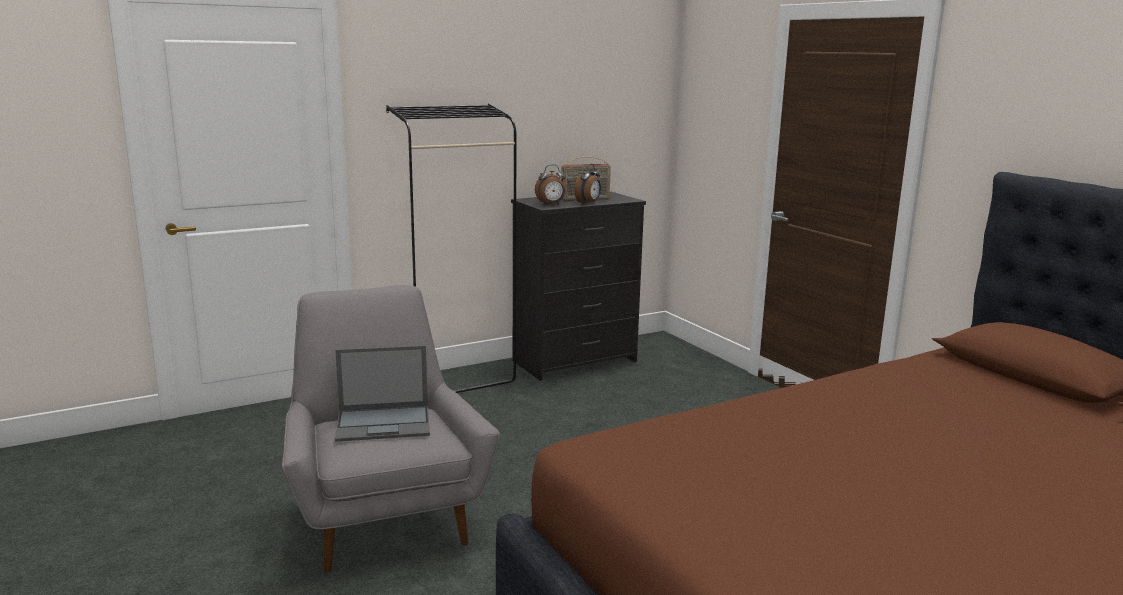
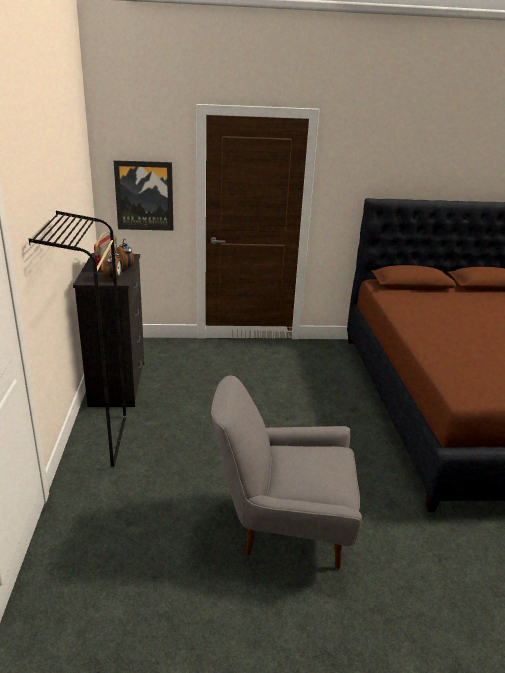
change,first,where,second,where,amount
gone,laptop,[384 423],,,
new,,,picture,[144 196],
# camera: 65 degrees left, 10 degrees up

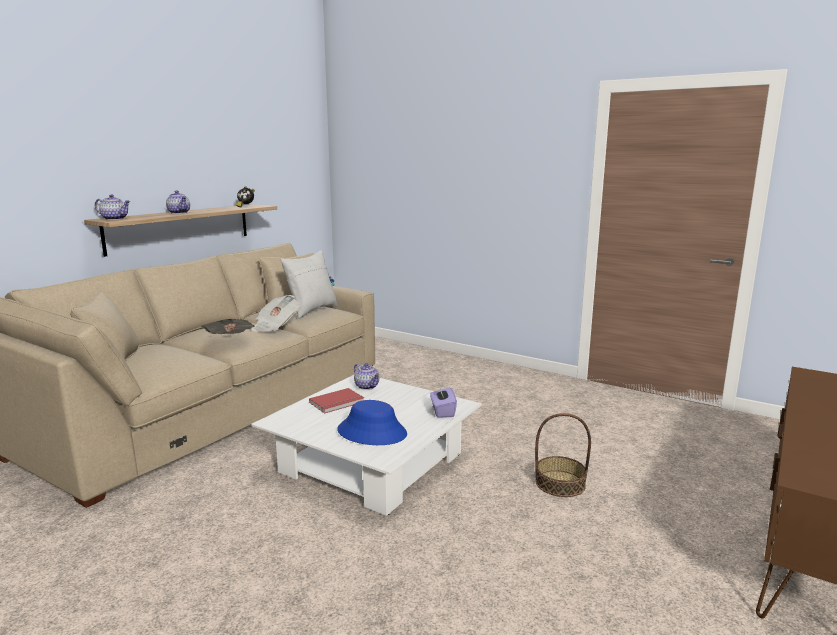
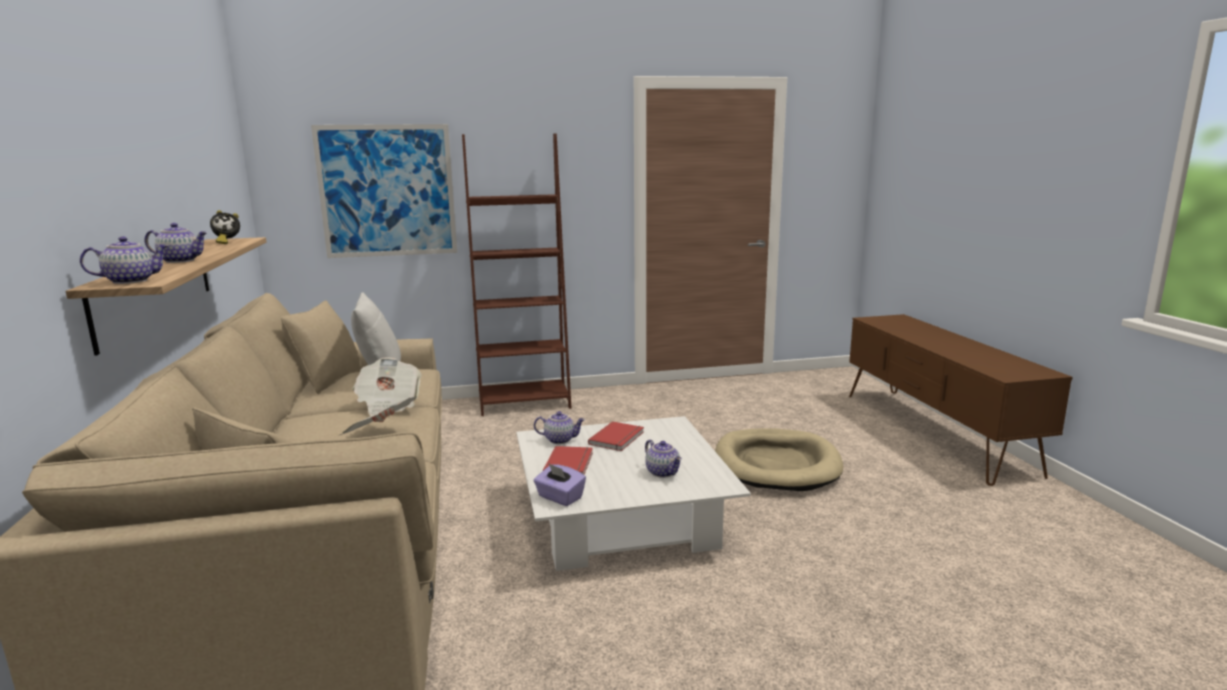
change,first,where,second,where,amount
swapped,blue hat,[372 432],teapot,[663 472],
shifted,purple tissue box,[442 412],,[559 497],
swapped,basket,[560 483],beige dog bed,[776 464],
new,,,picture,[387 191],
new,,,brown bookcase,[524 403],
new,,,red book,[618 438],
# camera: 45 degrees left, 0 degrees up

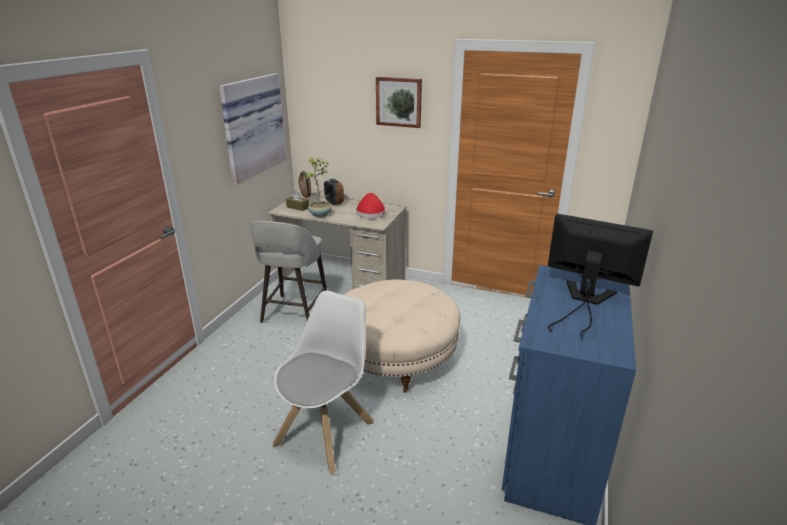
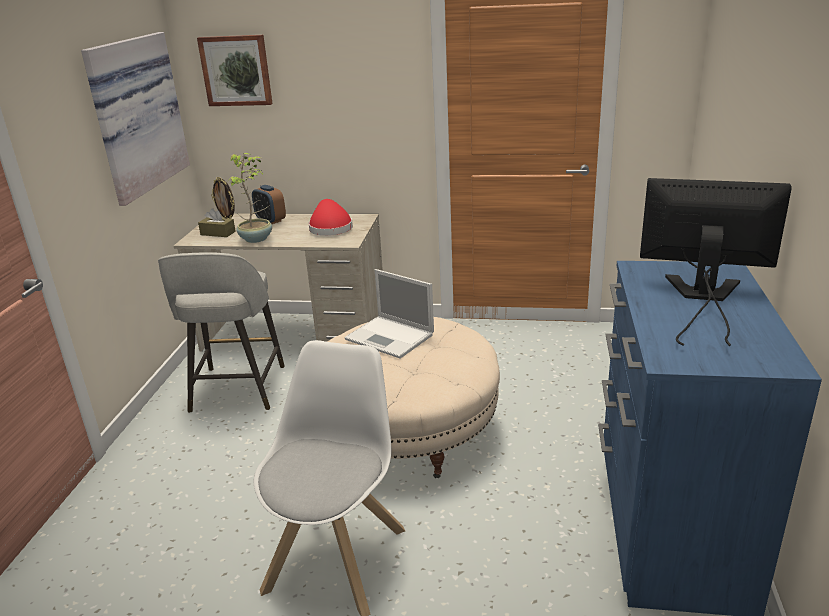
change,first,where,second,where,amount
shifted,picture,[399 102],,[236 70],
new,,,laptop,[391 337],
# camera: 10 degrees left, 0 degrees up

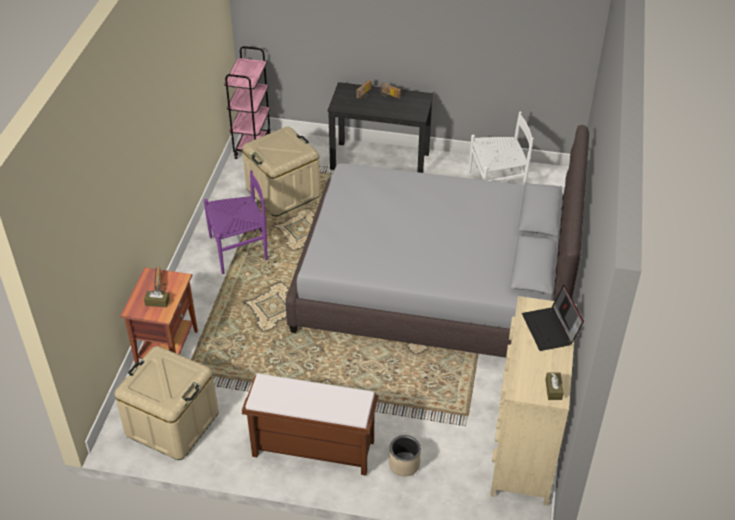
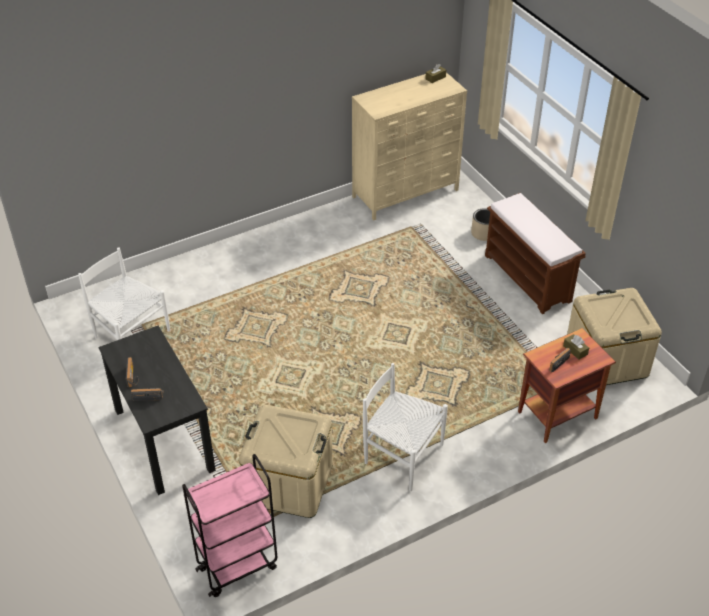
change,first,where,second,where,amount
repainted,purple chair,[239 250],white chair,[402 455],
gone,grey bed,[434 287],,,
gone,laptop,[550 329],,,
# camera: 130 degrees left, 0 degrees up

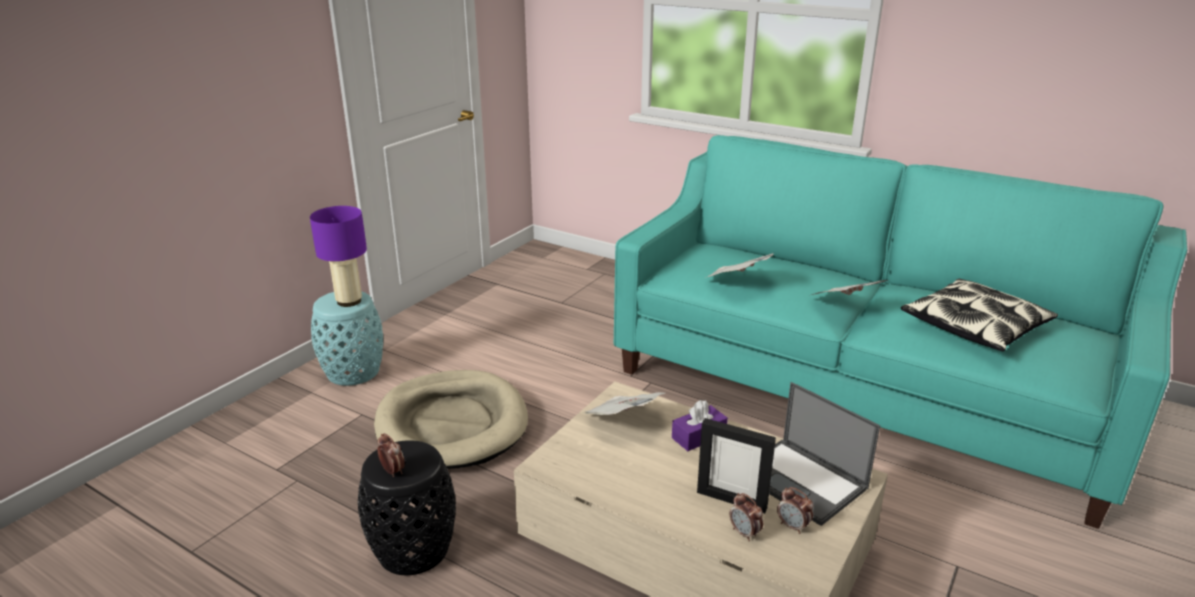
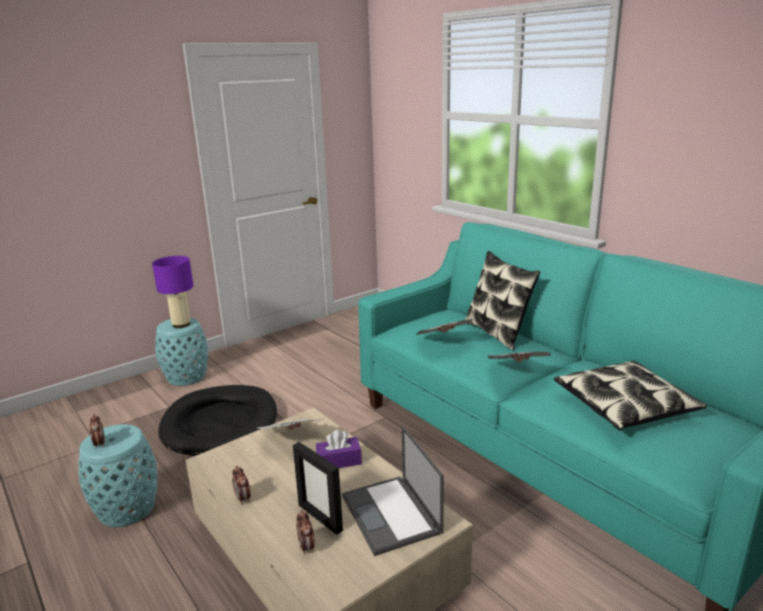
change,first,where,second,where,amount
repainted,black stool,[413 550],turquoise stool,[127 509],
repainted,beige dog bed,[452 424],black dog bed,[220 424],
shifted,alarm clock,[793 526],,[243 498],
new,,,pillow,[498 333],
# camera: 20 degrees right, 5 degrees down

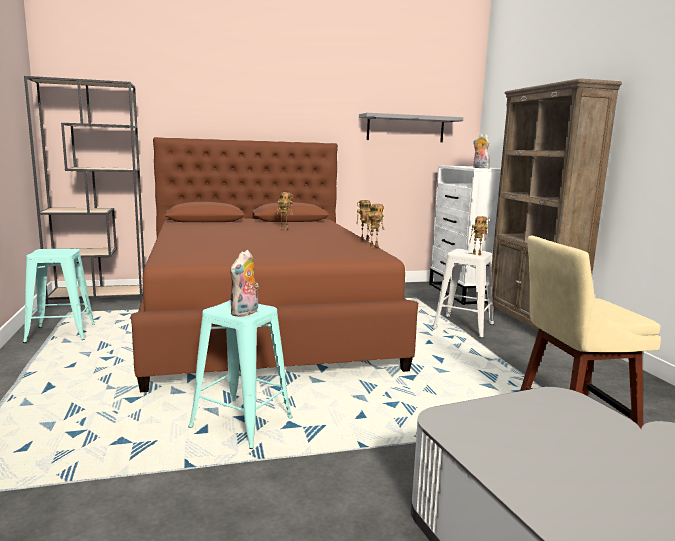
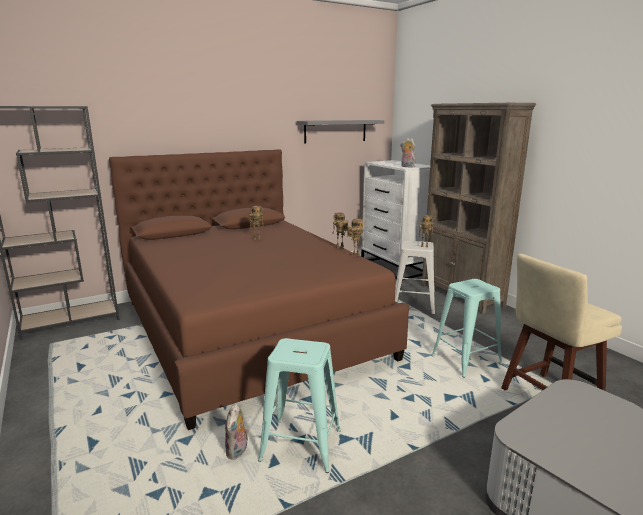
change,first,where,second,where,amount
shifted,turquoise stool,[61 333],,[466 360],
shifted,plush toy,[245 313],,[238 452],
# camera: 15 degrees left, 5 degrees up

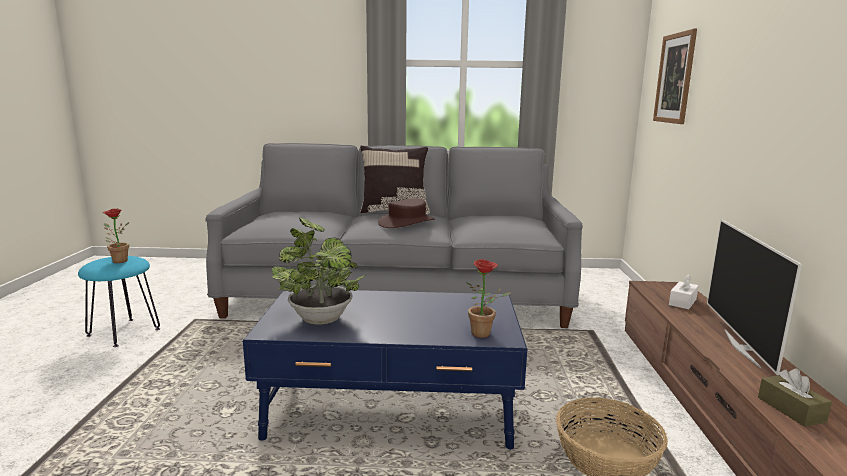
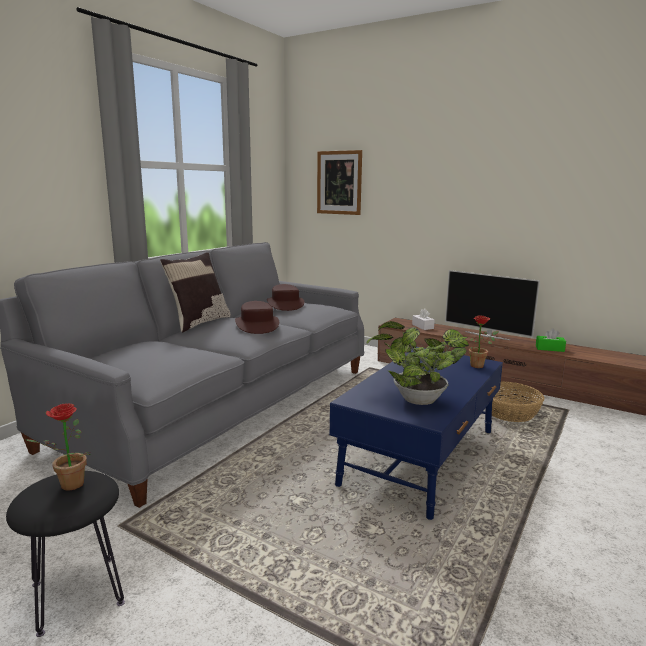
change,first,where,second,where,amount
repainted,turquoise stool,[124 332],black stool,[78 593],
repainted,brown tissue box,[791 409],green tissue box,[549 348],
new,,,brown hat,[285 304],
# camera: 60 degrees left, 0 degrees up

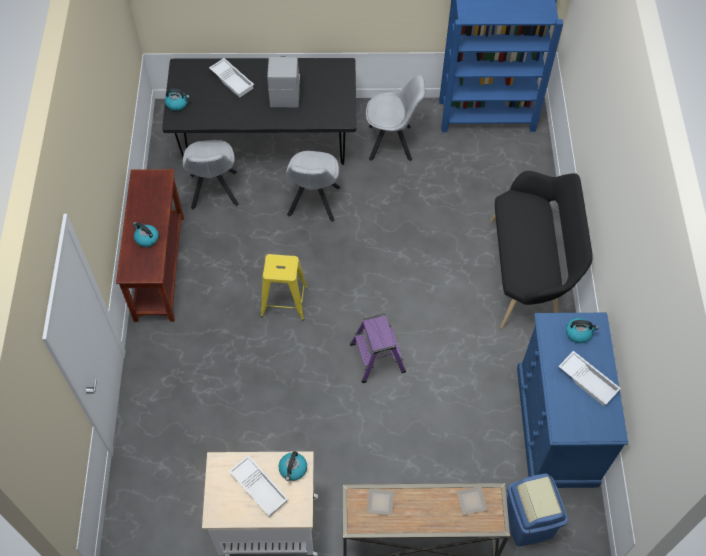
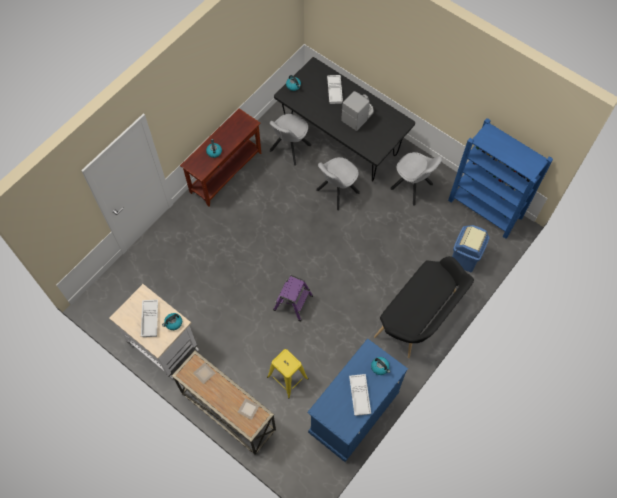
change,first,where,second,where,amount
shifted,yellow stool,[284 301],,[287 378],
shifted,blue trash can,[528 521],,[465 258],
# camera: 40 degrees right, 5 degrees up

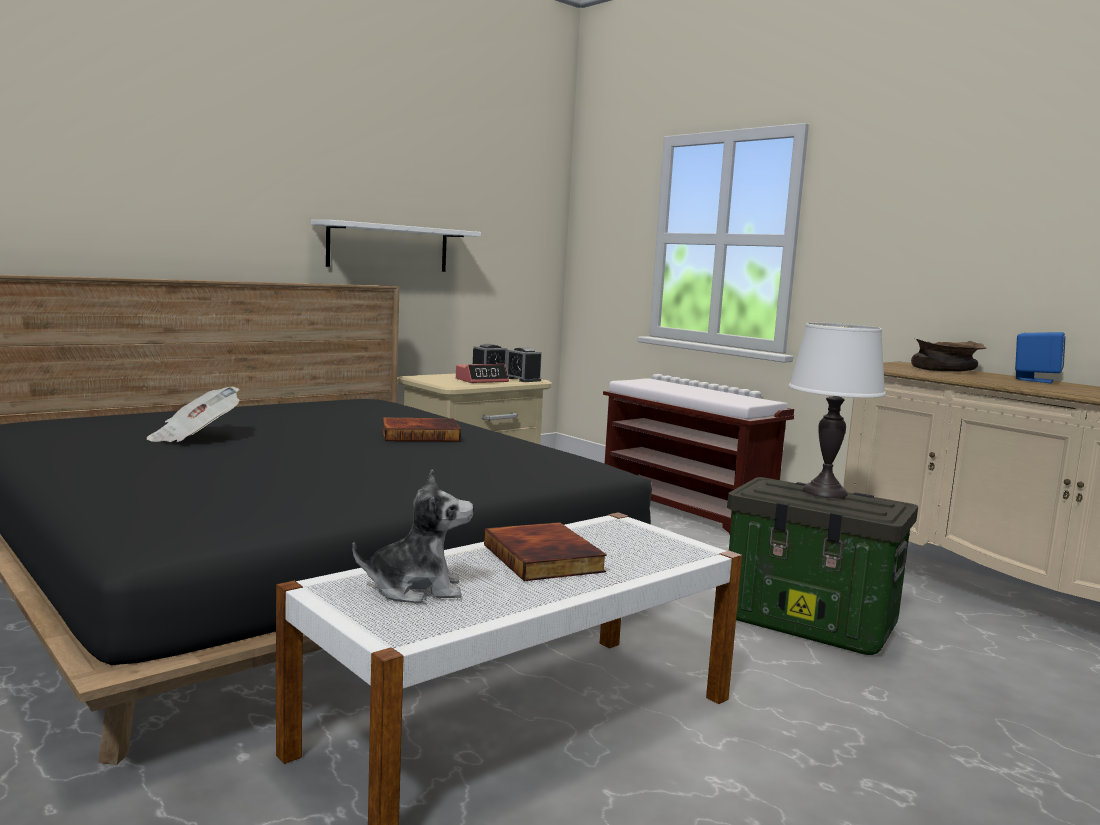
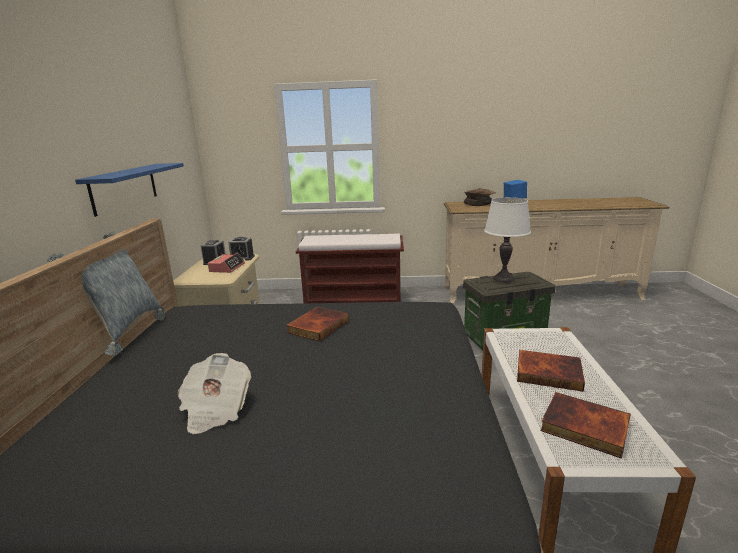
change,first,where,second,where,amount
repainted,white shelf,[388 247],blue shelf,[124 188],
swapped,plush toy,[416 589],book,[583 427],
new,,,pillow,[125 337],
# camera: 45 degrees left, 10 degrees up

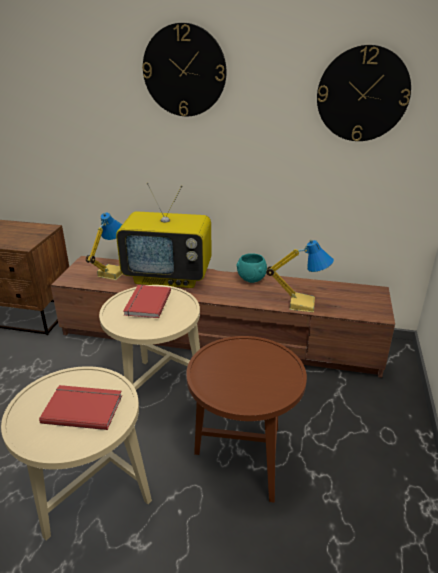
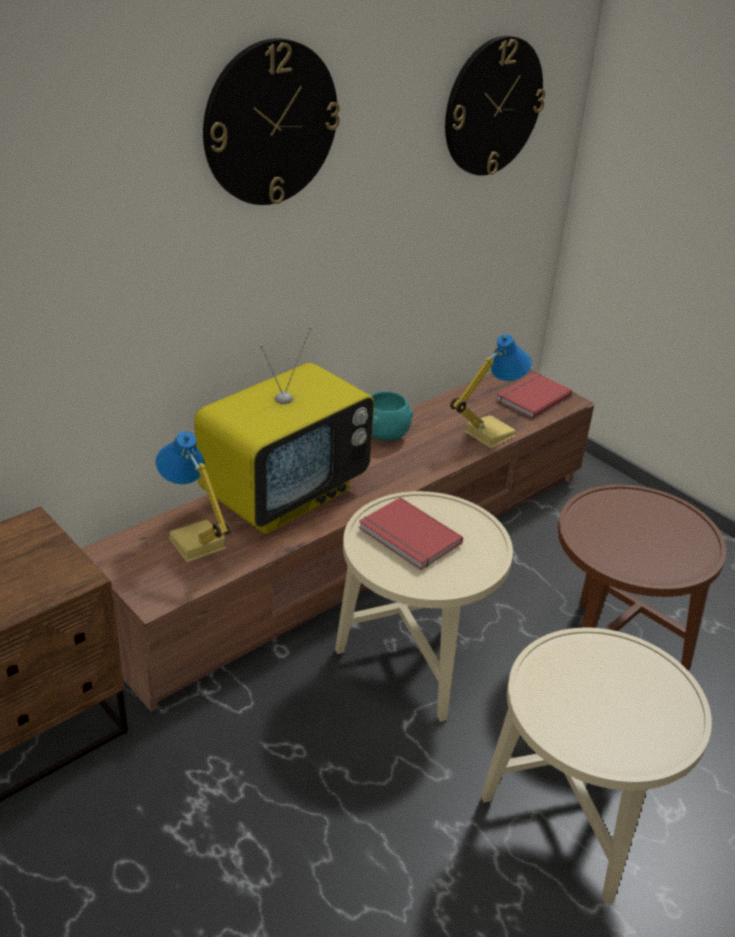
change,first,where,second,where,amount
shifted,red book,[83 407],,[531 397],
# camera: 55 degrees left, 5 degrees up

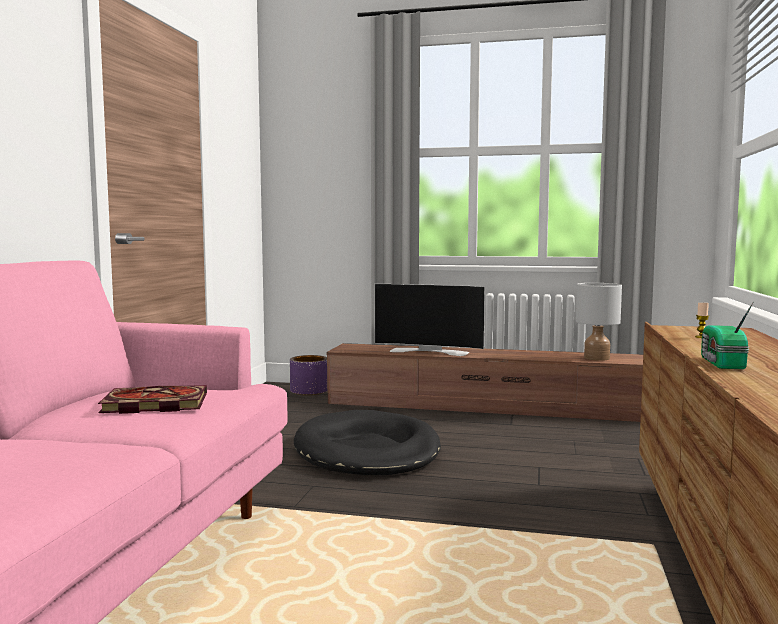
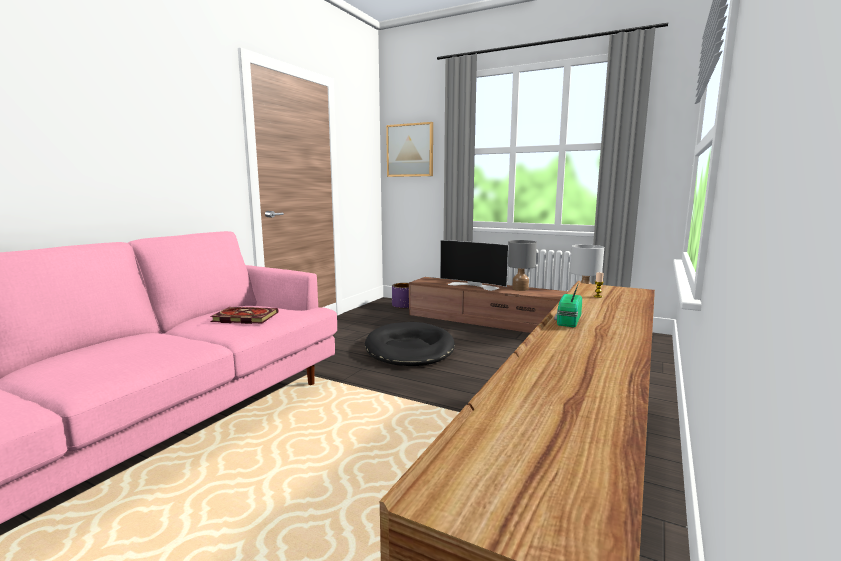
change,first,where,second,where,amount
new,,,picture,[410 150],
new,,,grey table lamp,[520 289],
# camera: 15 degrees right, 5 degrees up

